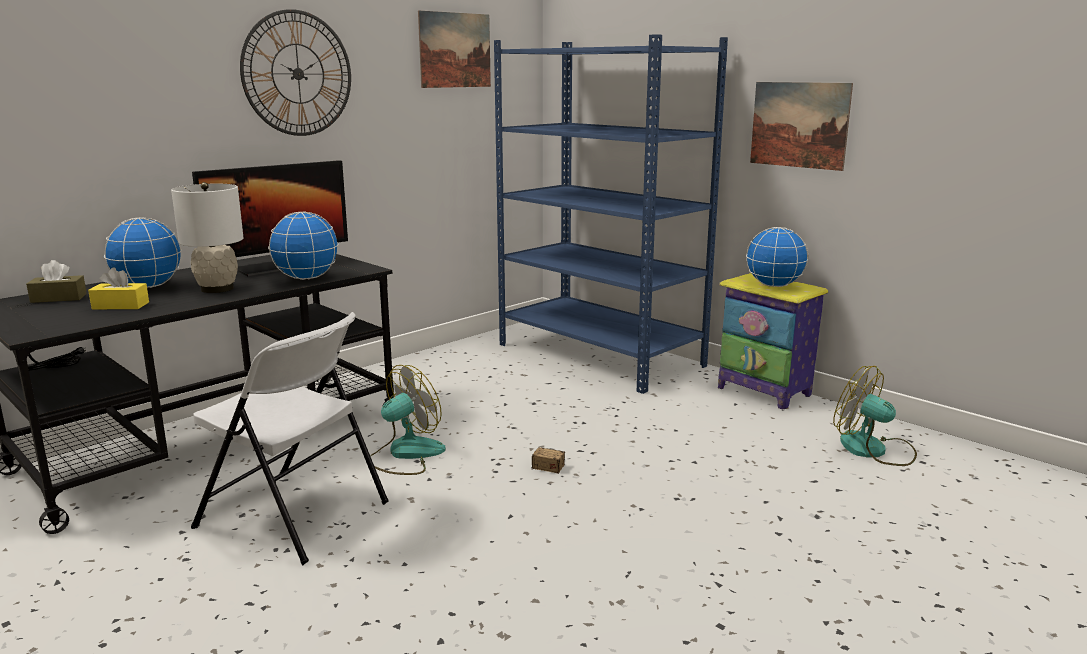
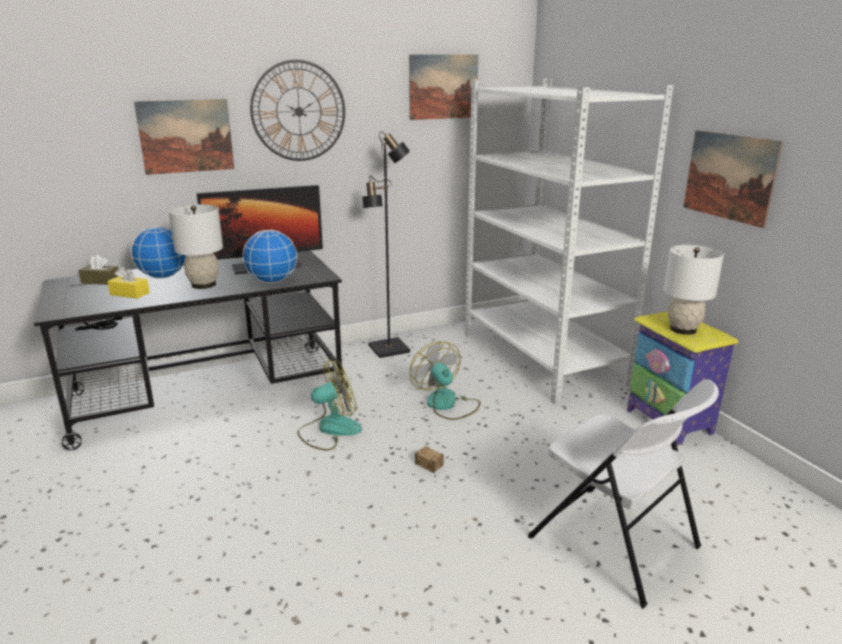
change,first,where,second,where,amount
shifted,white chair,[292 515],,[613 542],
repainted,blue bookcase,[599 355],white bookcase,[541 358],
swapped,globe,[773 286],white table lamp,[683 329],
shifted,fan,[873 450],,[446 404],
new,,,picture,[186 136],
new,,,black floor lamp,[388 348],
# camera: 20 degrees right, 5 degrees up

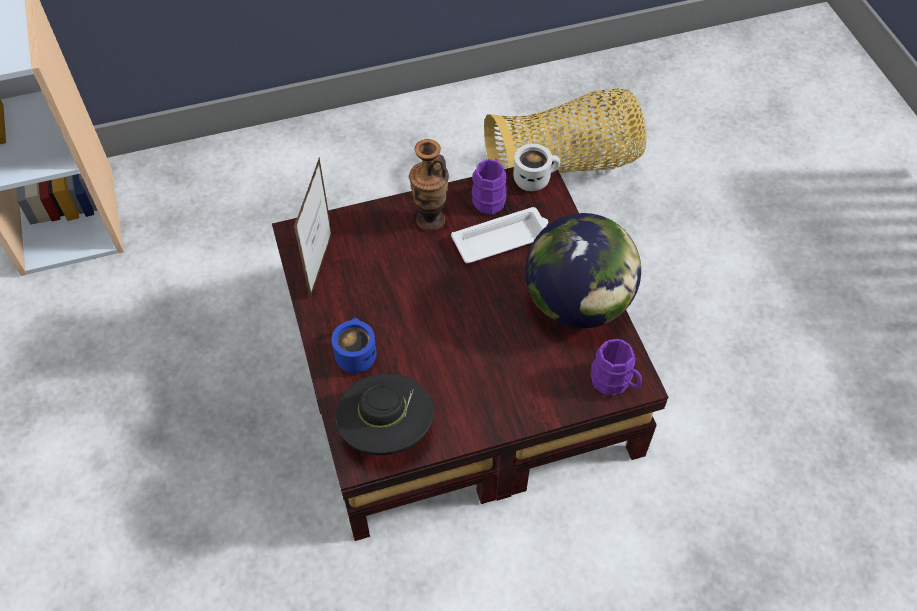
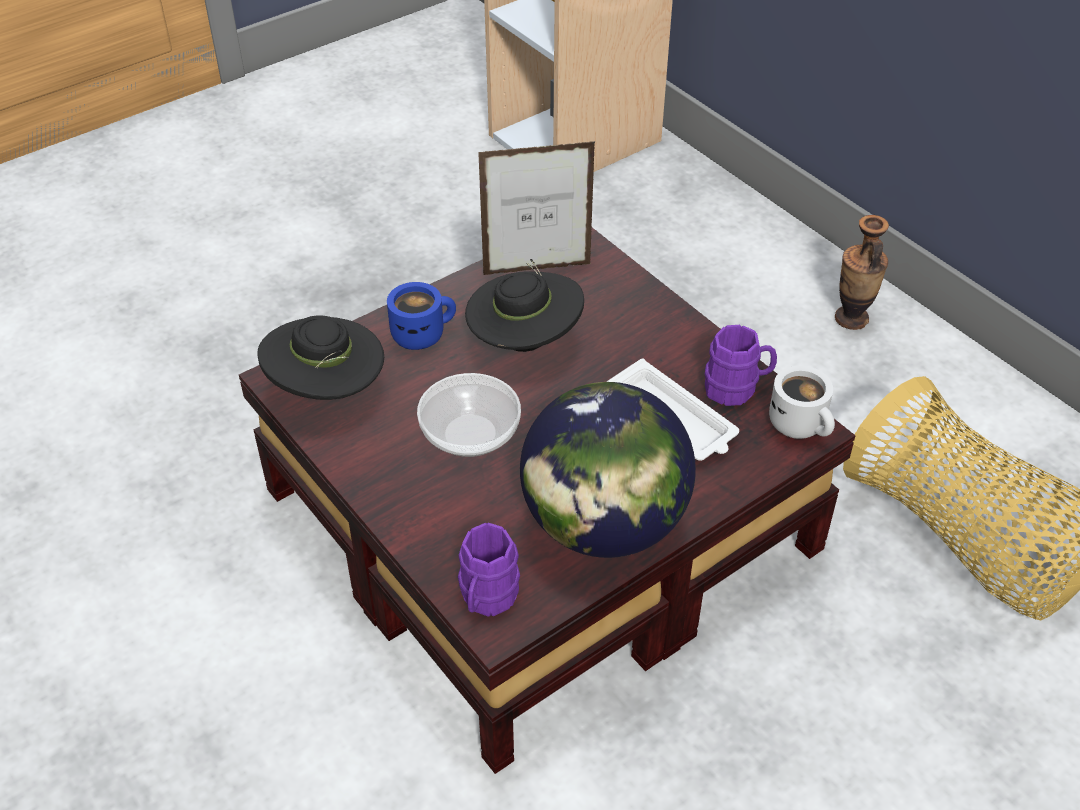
change,first,where,second,where,amount
shifted,vase,[430 220],,[851 318],
new,,,bowl,[469 435],
new,,,black hat,[524 341],
# camera: 70 degrees right, 10 degrees down

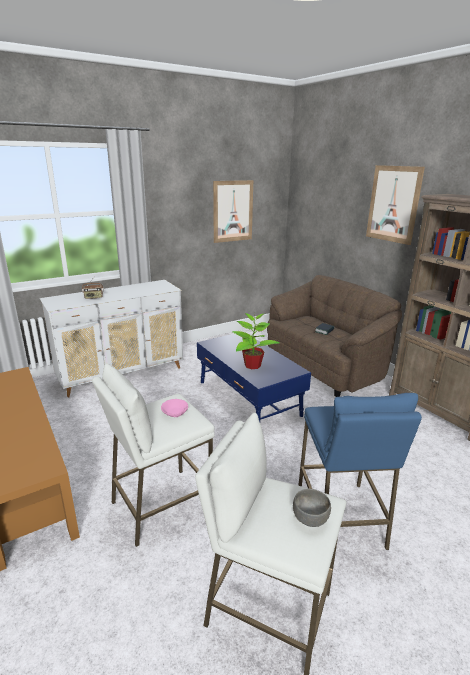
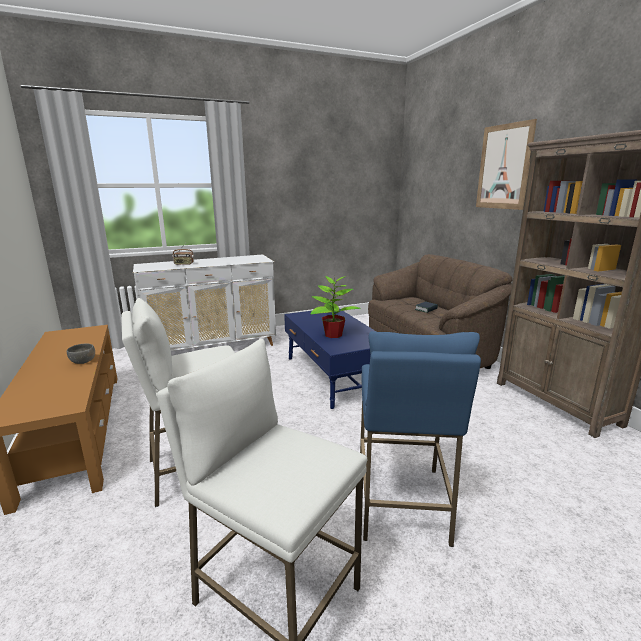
change,first,where,second,where,amount
gone,pink bowl,[175 412],,,
gone,picture,[233 211],,,
shifted,grey bowl,[310 518],,[83 361],
# camera: 10 degrees right, 5 degrees down

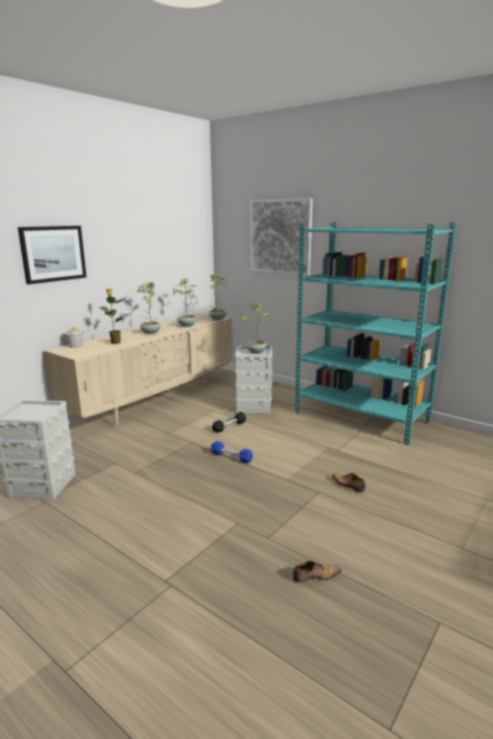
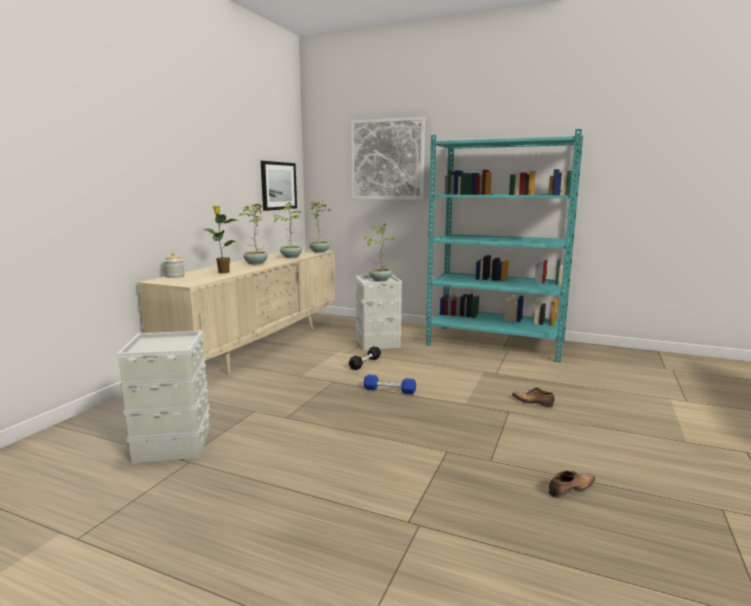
change,first,where,second,where,amount
shifted,picture,[53 253],,[278 186],
# camera: 15 degrees left, 5 degrees down

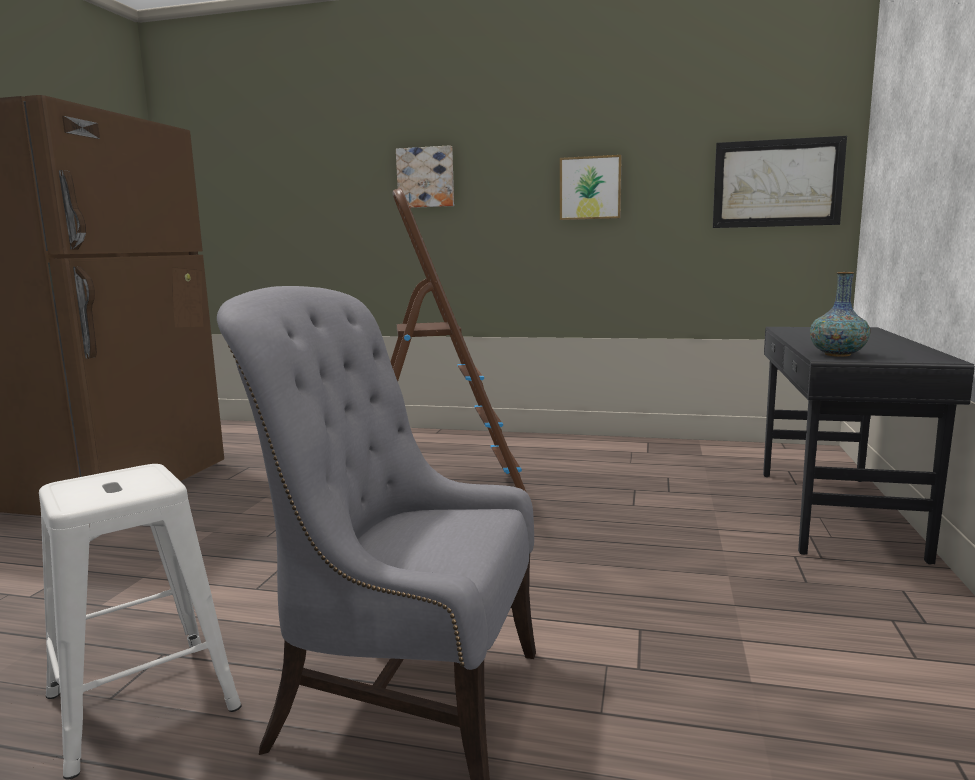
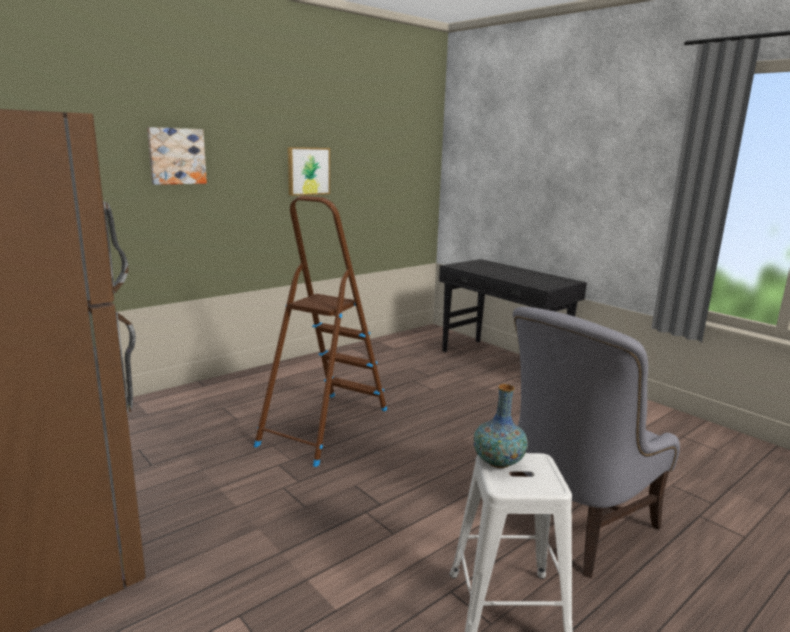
change,first,where,second,where,amount
gone,picture,[777 183],,,
shifted,vase,[837 354],,[498 462],
# camera: 55 degrees left, 5 degrees up

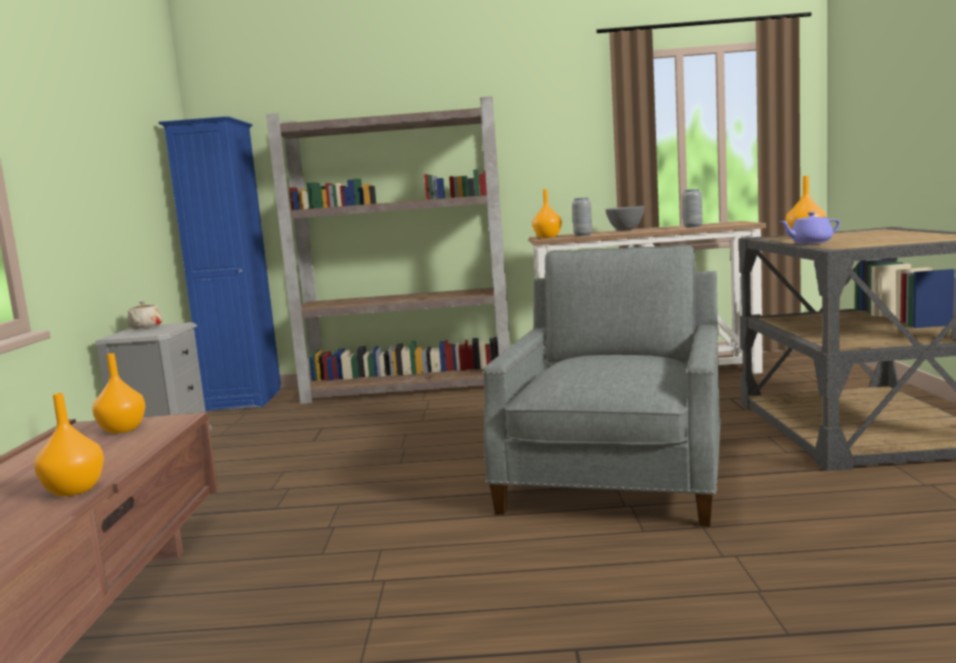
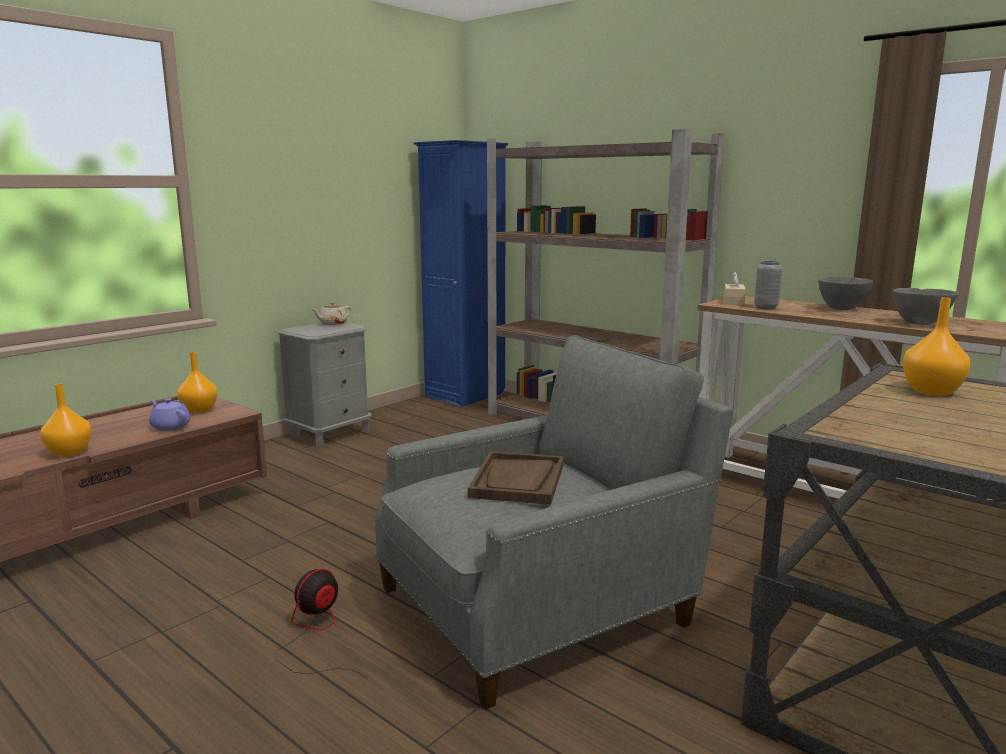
change,first,where,second,where,amount
swapped,orange vase,[548 237],beige tissue box,[733 301],
swapped,grey vase,[692 227],grey bowl,[919 324],
shifted,purple teapot,[810 243],,[170 426],
new,,,fan,[315 634],
new,,,brown tray,[518 481],
# camera: 40 degrees right, 5 degrees up

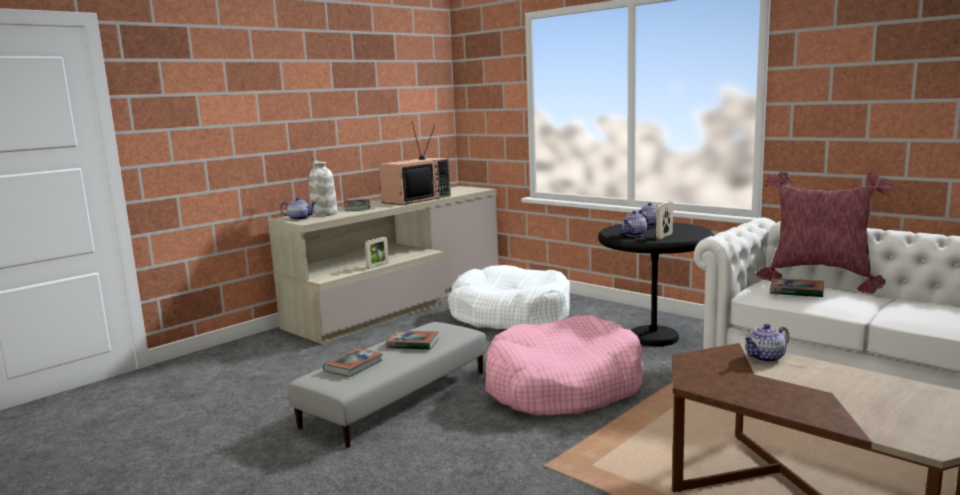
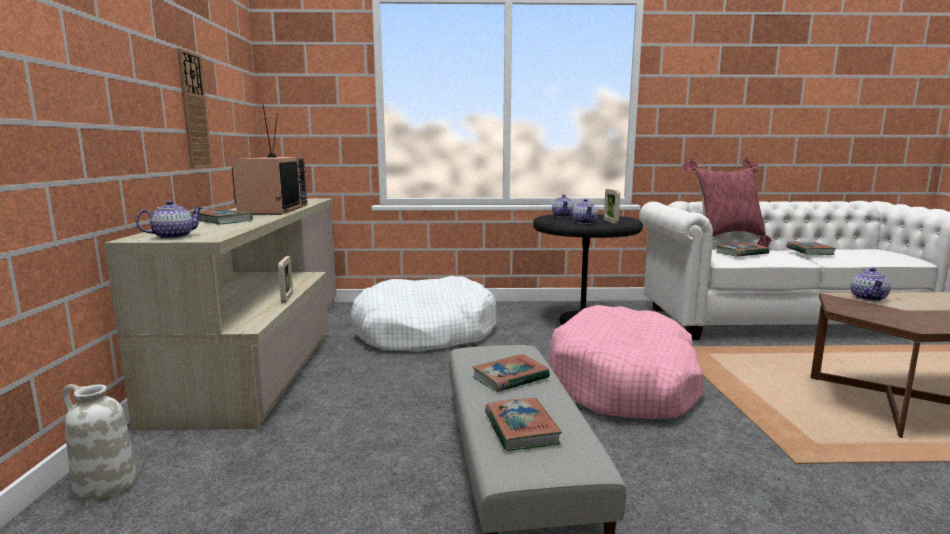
change,first,where,second,where,amount
shifted,white vase,[323 214],,[104 487],
new,,,wall clock,[194 111],
new,,,book,[809 251],
# camera: 45 degrees left, 0 degrees up

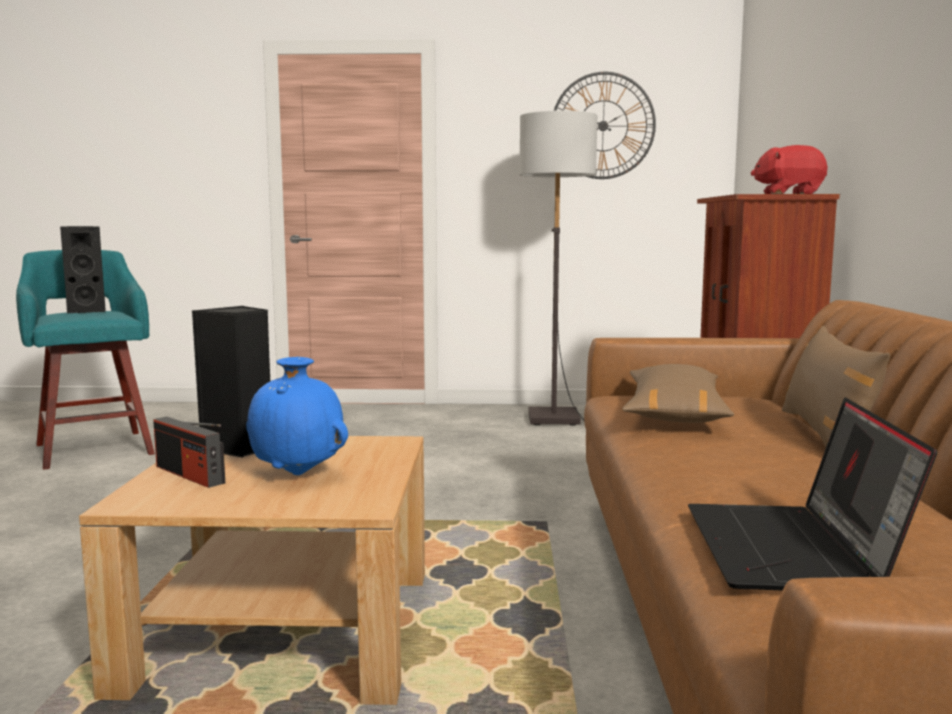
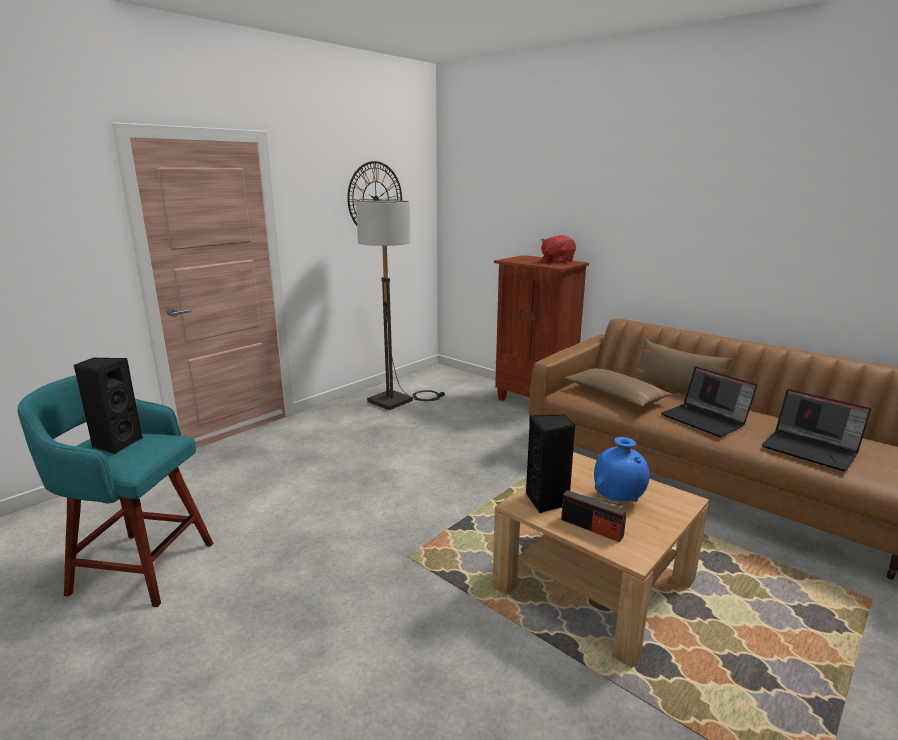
change,first,where,second,where,amount
rotated,radio,[190 474],,[591 528],45 degrees clockwise
new,,,laptop,[705 420],
# camera: 50 degrees left, 10 degrees up

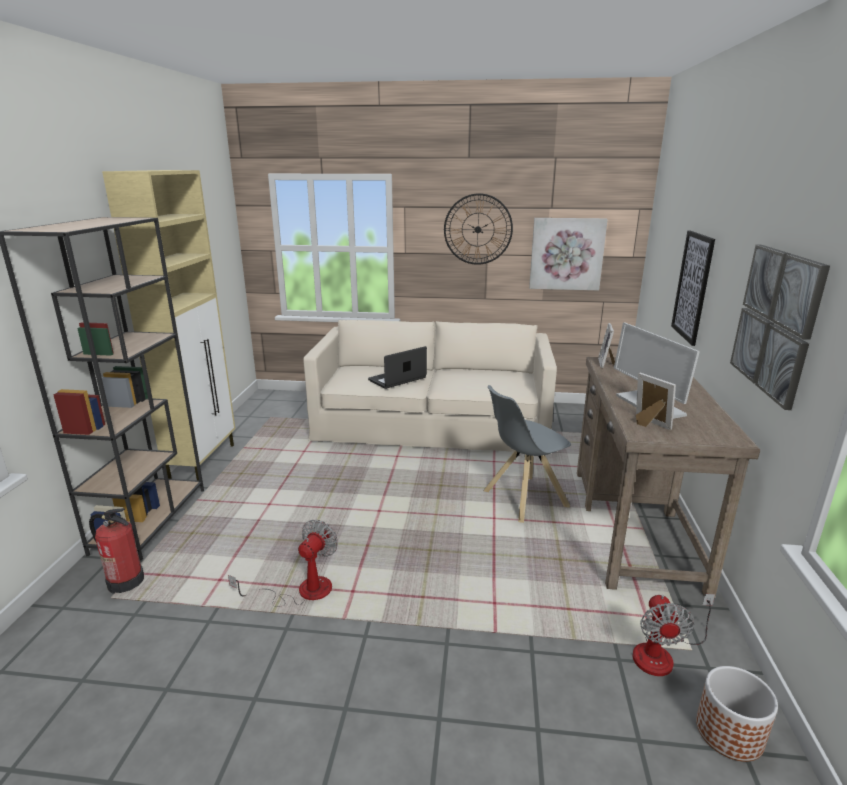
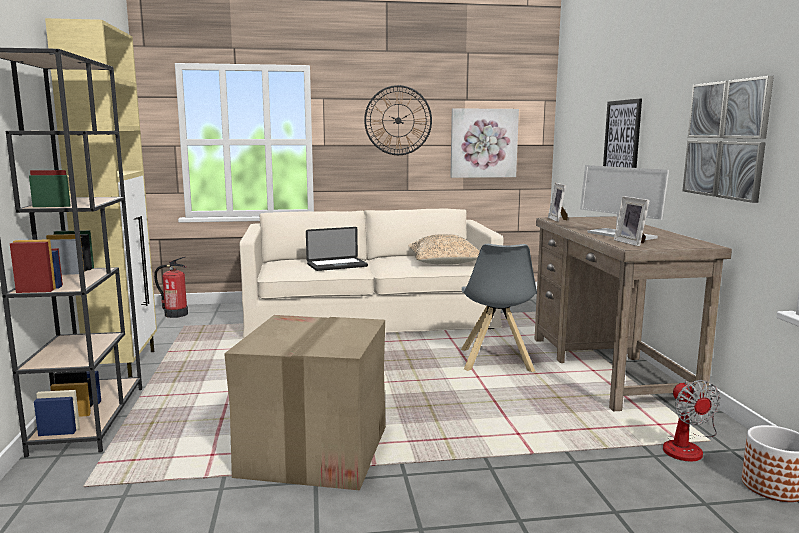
change,first,where,second,where,amount
shifted,fire extinguisher,[125 582],,[176 314],
swapped,fan,[302 591],cardboard box,[314 452],
rotated,laptop,[397 379],,[337 265],150 degrees counterclockwise
rotated,grey chair,[523 499],,[496 361],45 degrees counterclockwise
rotated,picture frame,[648 424],,[632 243],150 degrees counterclockwise
new,,,beige pillow,[444 261],
# camera: 15 degrees left, 10 degrees down

